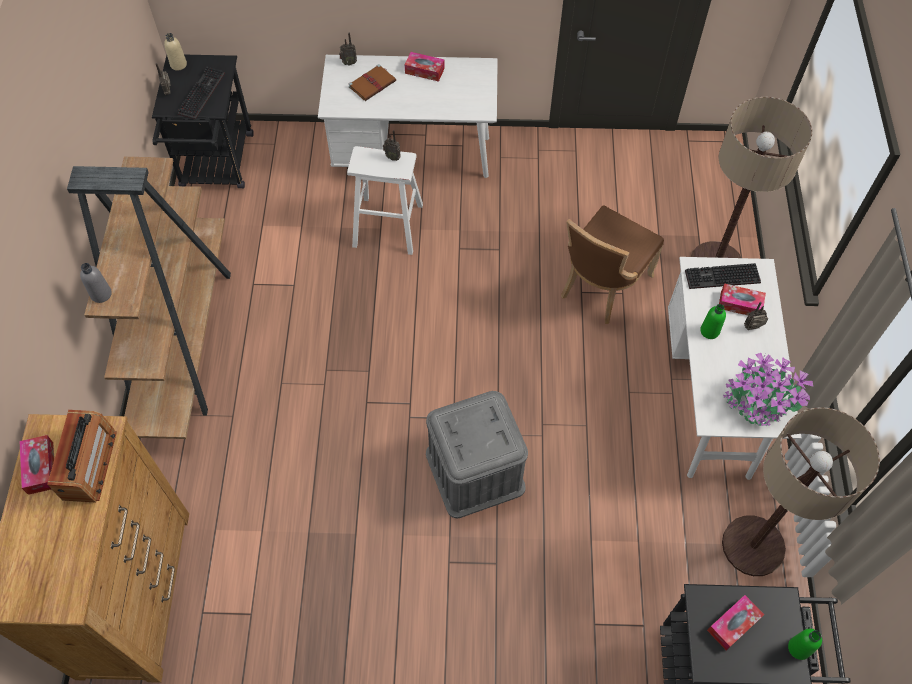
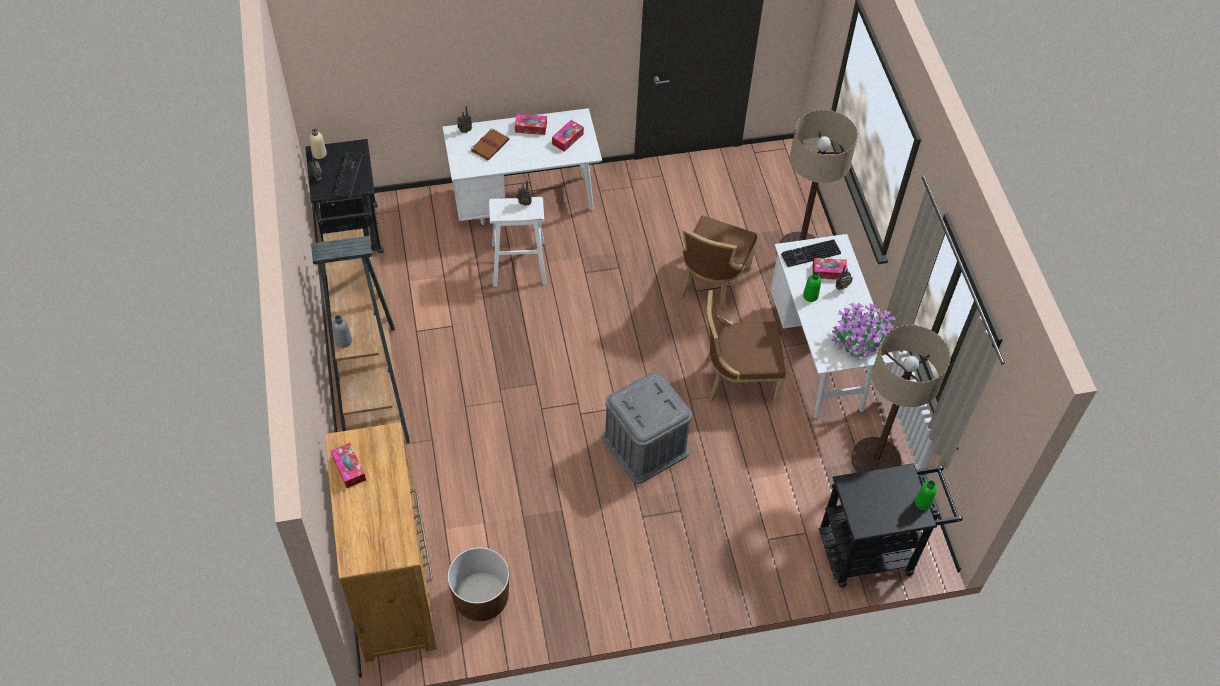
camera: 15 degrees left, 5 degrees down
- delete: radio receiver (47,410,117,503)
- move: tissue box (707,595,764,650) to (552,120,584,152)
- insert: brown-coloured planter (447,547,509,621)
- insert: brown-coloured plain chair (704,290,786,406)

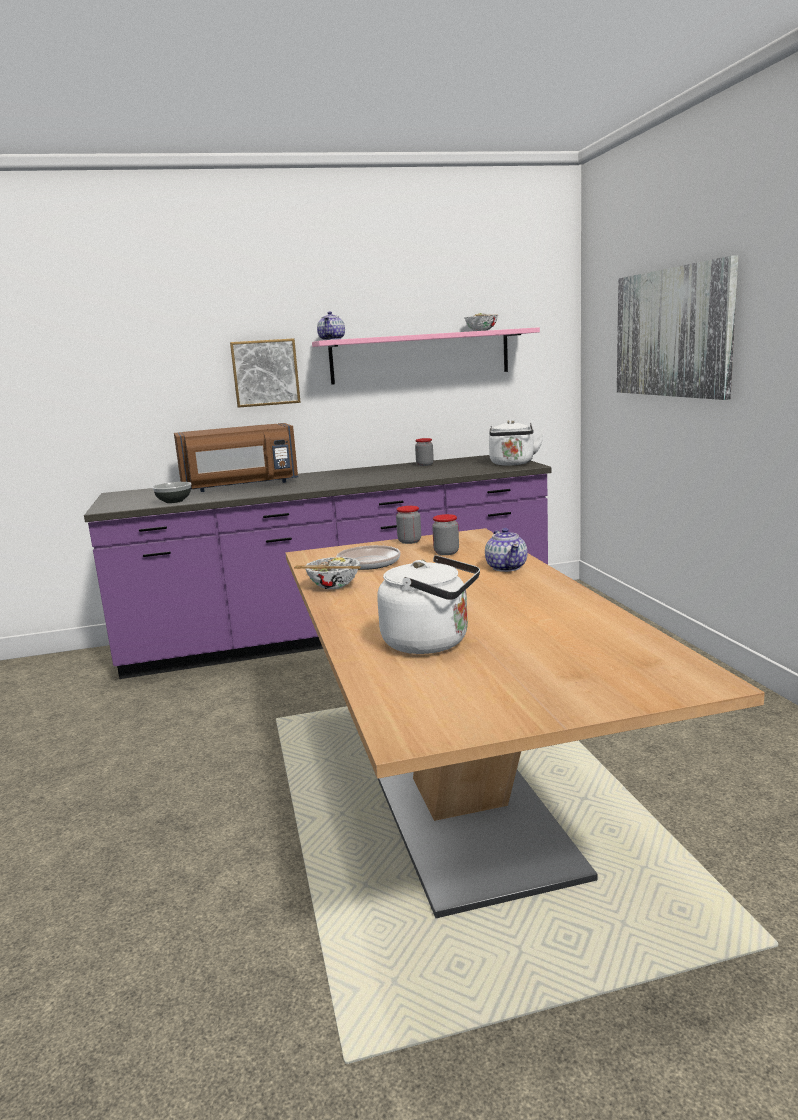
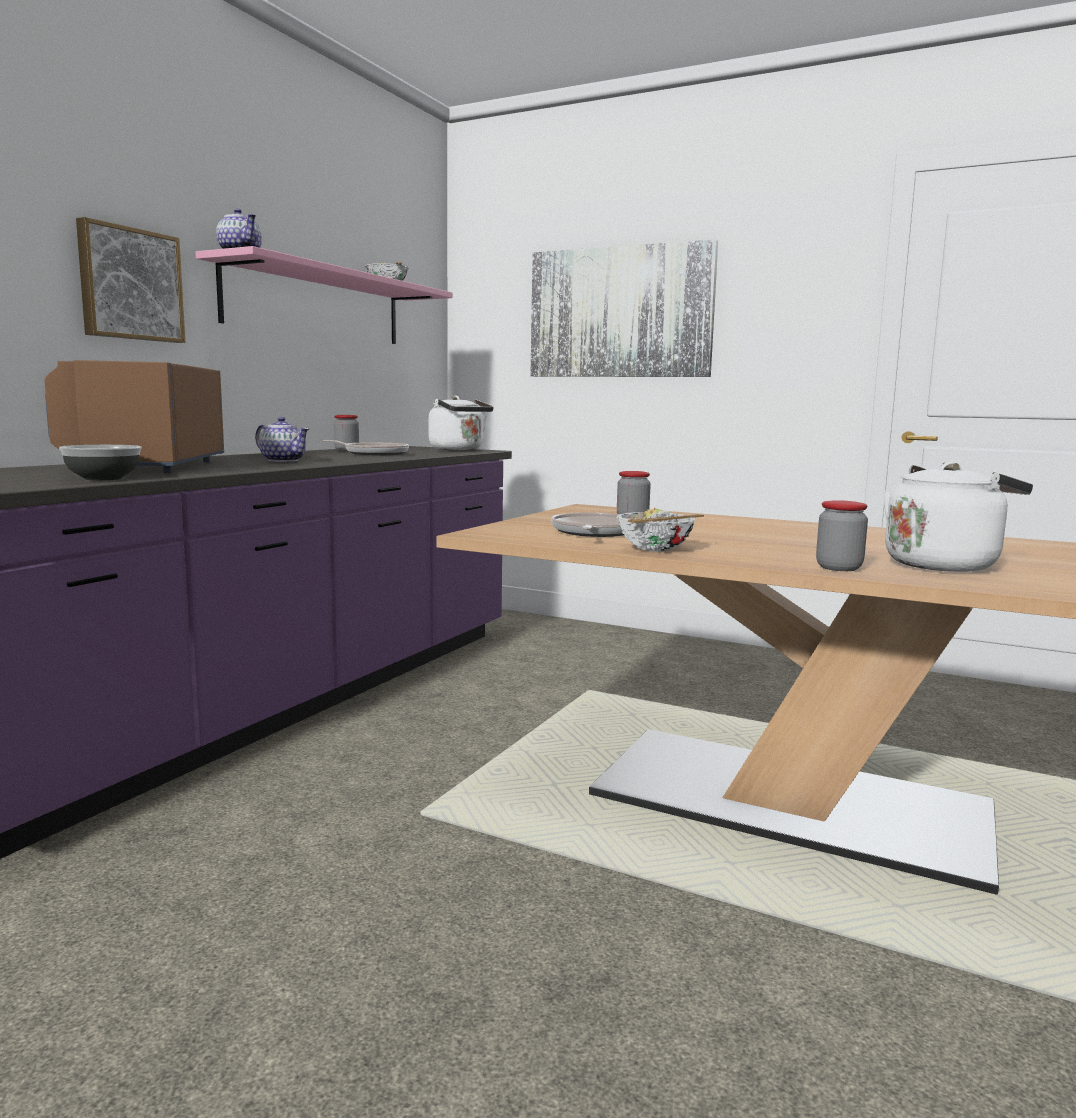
camera: 50 degrees left, 5 degrees down
- rotate: brown-coloured kitchen microwave (174,423,298,492) = (45,360,224,473) 150 degrees clockwise
- move: preserve jar (396,506,421,544) to (816,500,868,571)
- move: teapot (485,528,527,572) to (255,417,309,462)
- insert: frying pan (322,440,409,455)

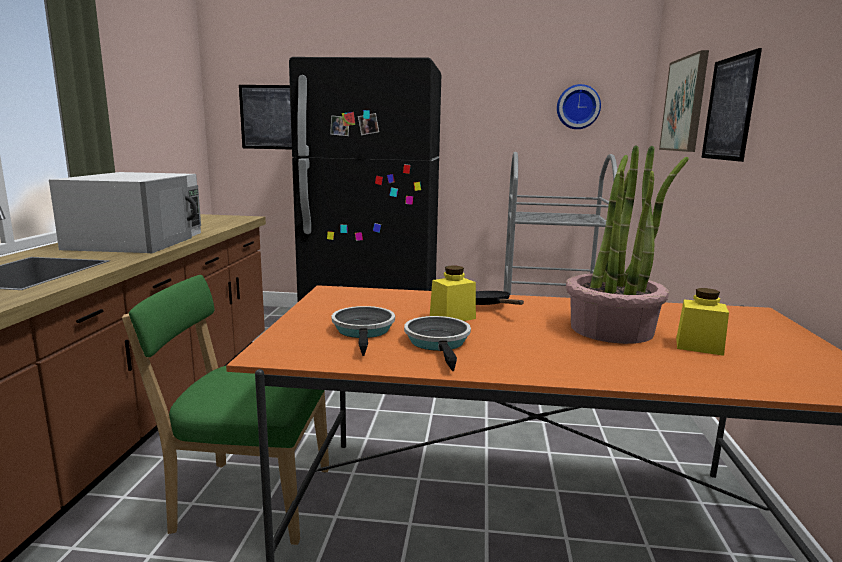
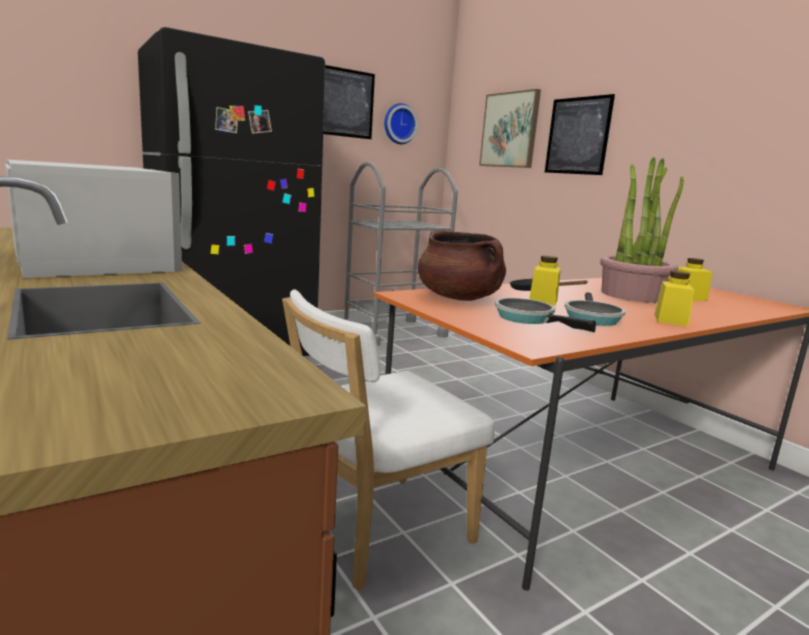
camera: 40 degrees left, 0 degrees up
- recolor: green plain chair (122,275,329,545) to whitish plain chair (282,289,495,591)
- move: wall art (239,85,292,150) to (323,65,375,139)
- rotate: frying pan (404,316,471,371) = (564,292,625,326) 120 degrees counterclockwise
- insert: brown-coloured cooking pot (418,230,506,301)
- insert: yellow-coloured preserve jar (655,271,694,326)

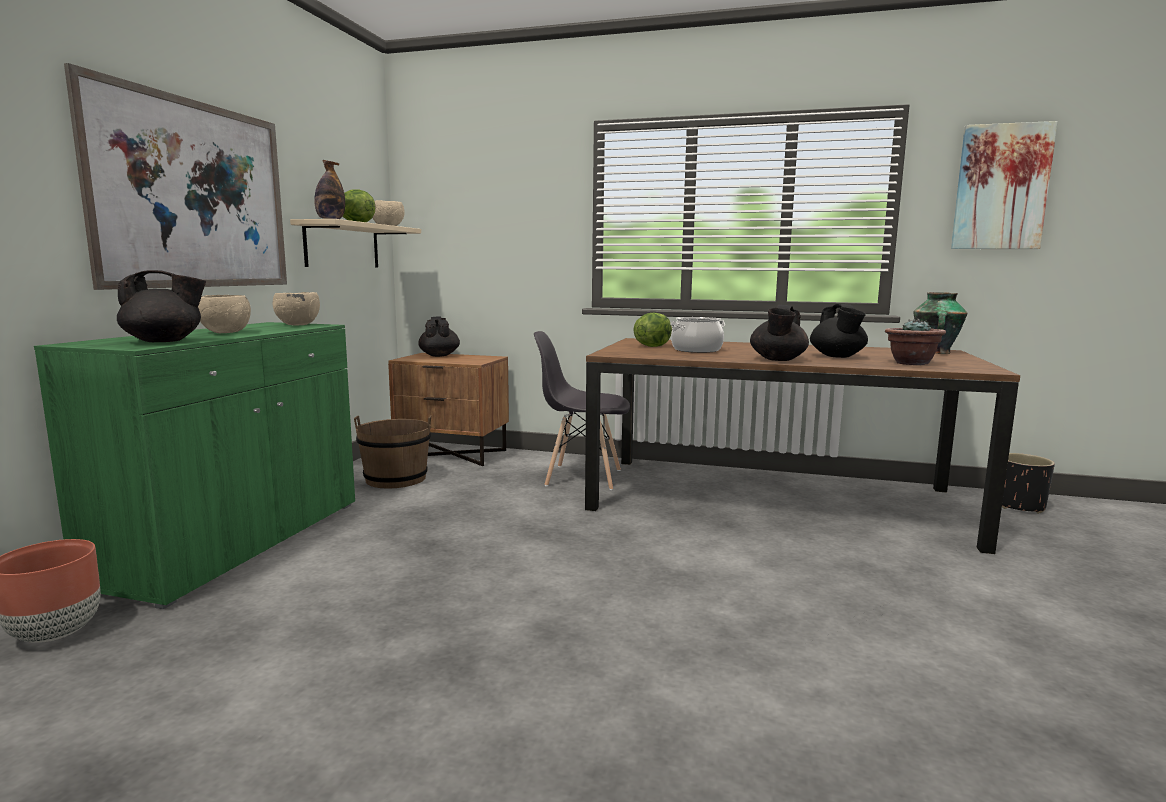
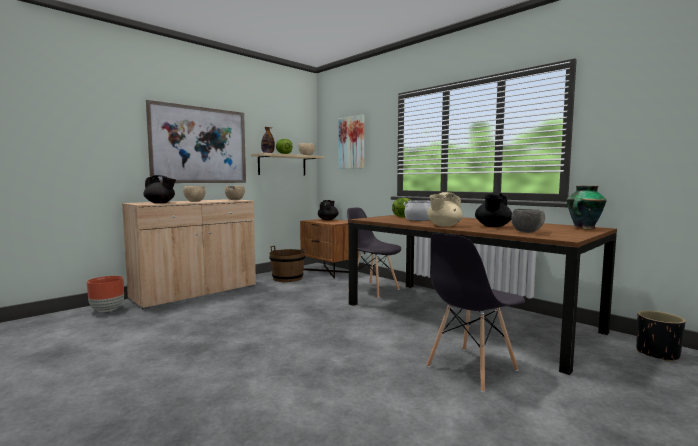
camera: 30 degrees right, 5 degrees down
- recolor: green storage cabinet (34,322,355,609) to beige storage cabinet (122,199,256,310)
- recolor: blackish teapot (750,305,809,361) to beige teapot (427,192,463,227)
- replace: potted plant (885,319,946,365) to grey serving bowl (511,209,545,233)
- move: wall art (951,121,1058,249) to (338,115,364,169)
- insert: grey plain chair (427,233,525,392)

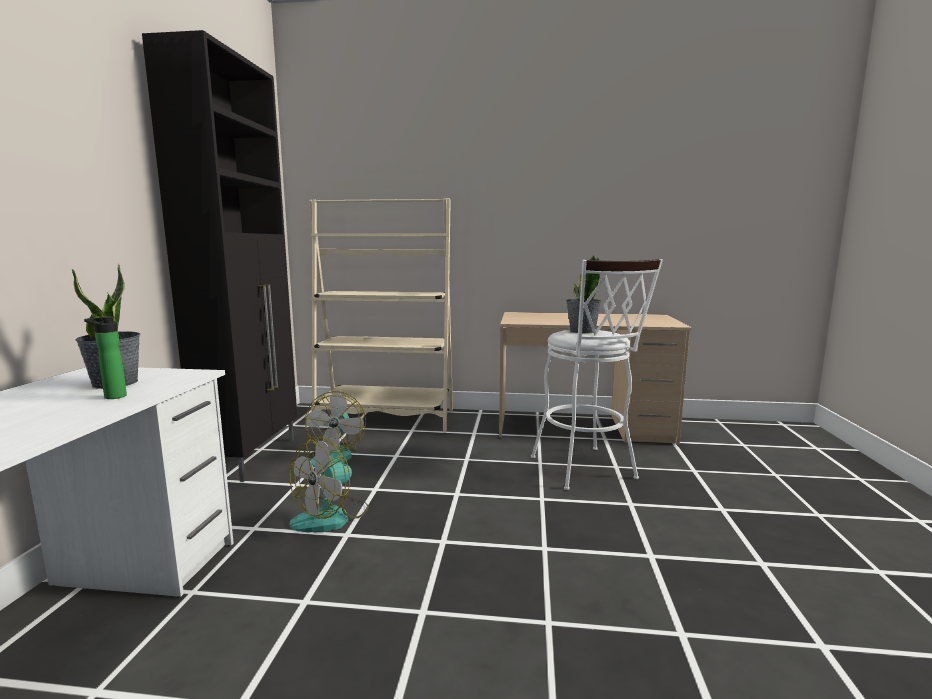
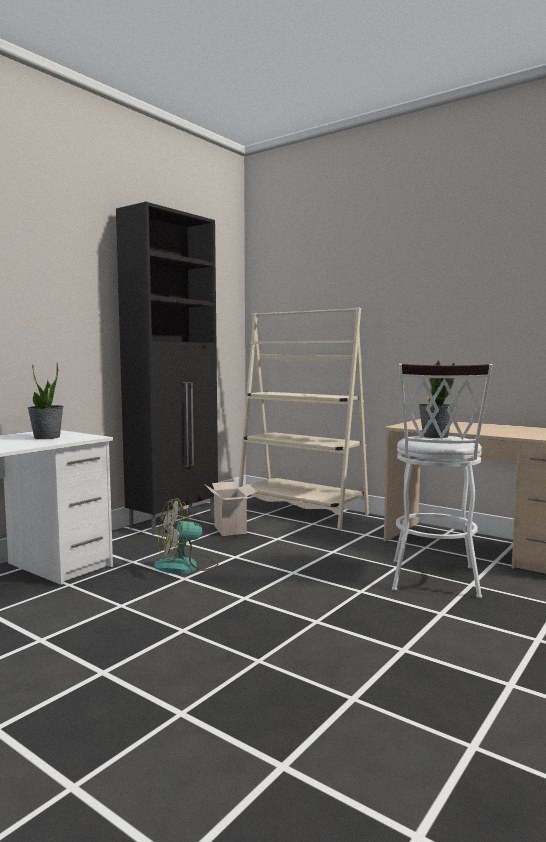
camera: 30 degrees right, 5 degrees down
- delete: bottle (84,316,127,399)
- replace: fan (304,391,366,467) to cardboard box (204,482,258,536)

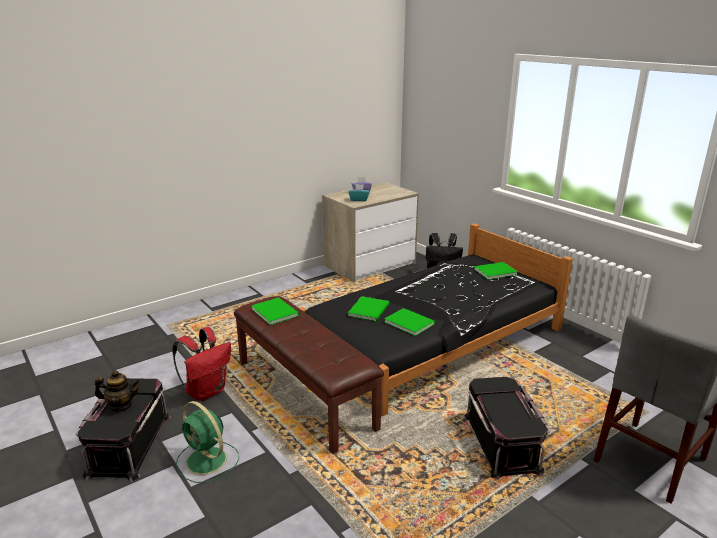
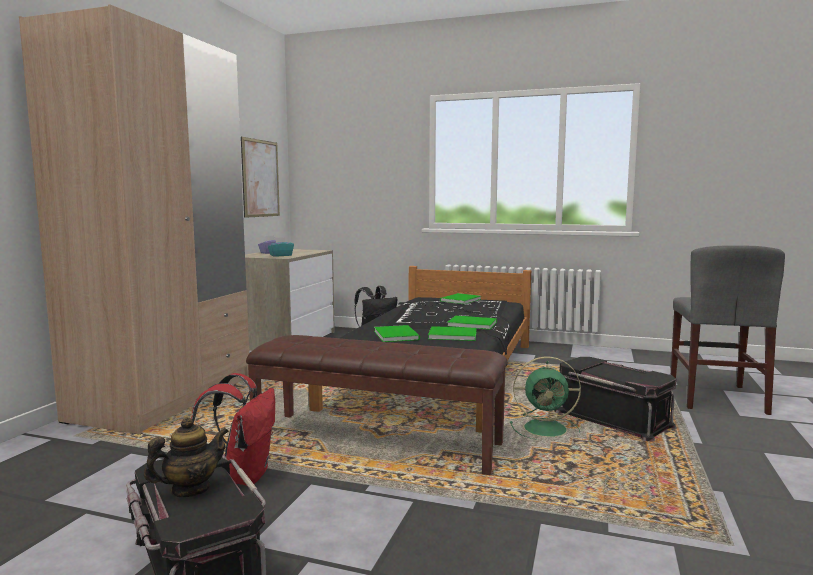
camera: 35 degrees left, 15 degrees down
- move: green fan (176,401,239,483) to (510,357,581,440)
- move: green bound book (252,298,299,325) to (447,316,497,330)
- insert: beige armoire (19,4,249,435)
- insert: wall art (241,137,280,218)

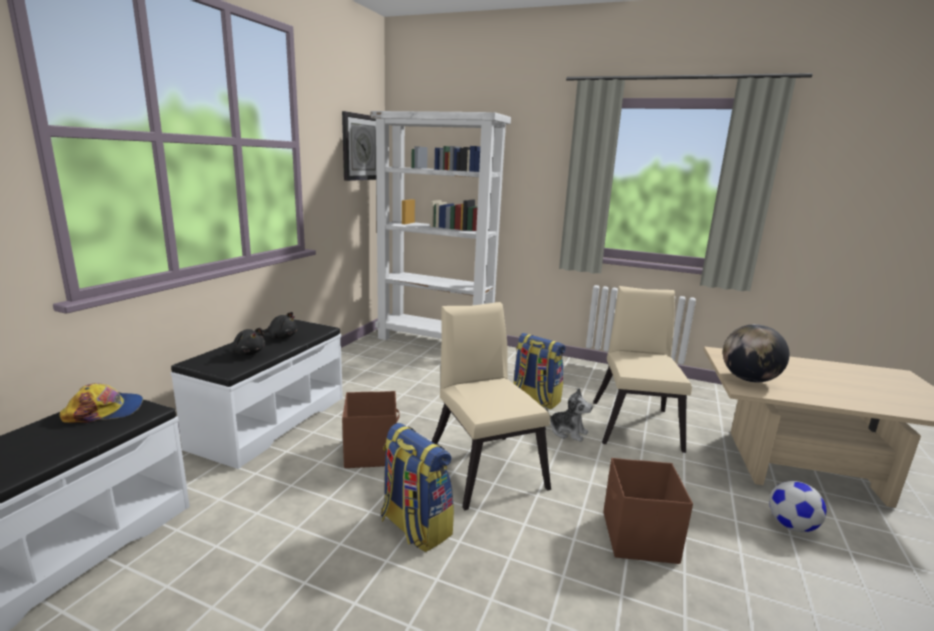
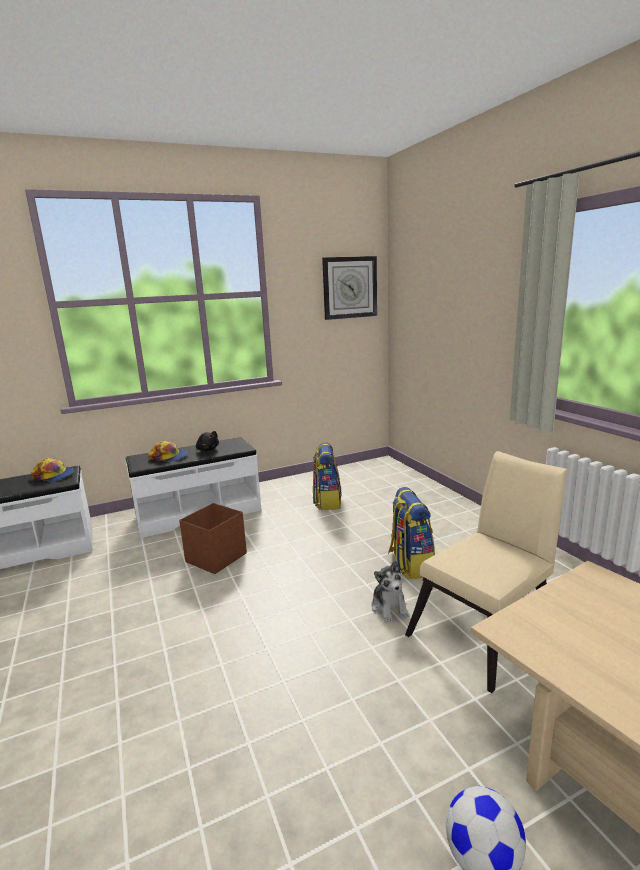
camera: 45 degrees right, 0 degrees up
- replace: blackish soft toy (231,328,265,355) to peaked cap (148,441,188,462)
- delete: whitish shelving unit (370,111,511,340)
- move: backpack (381,423,454,552) to (313,442,342,510)
- delete: beige plain chair (432,302,551,510)
- delete: brown-coloured storage box (603,458,693,564)
- delete: world globe (723,324,789,383)

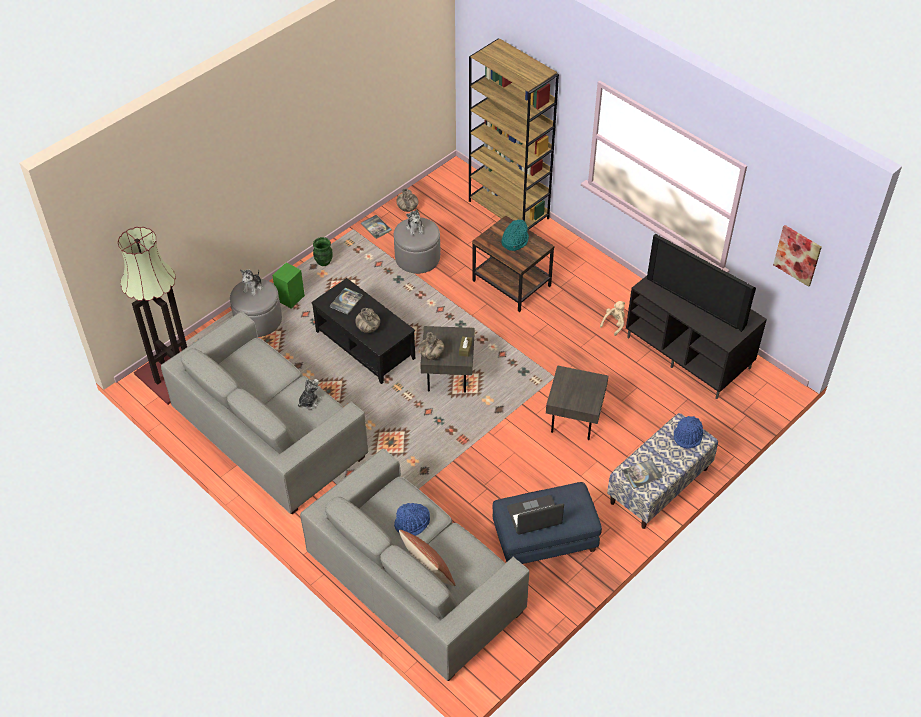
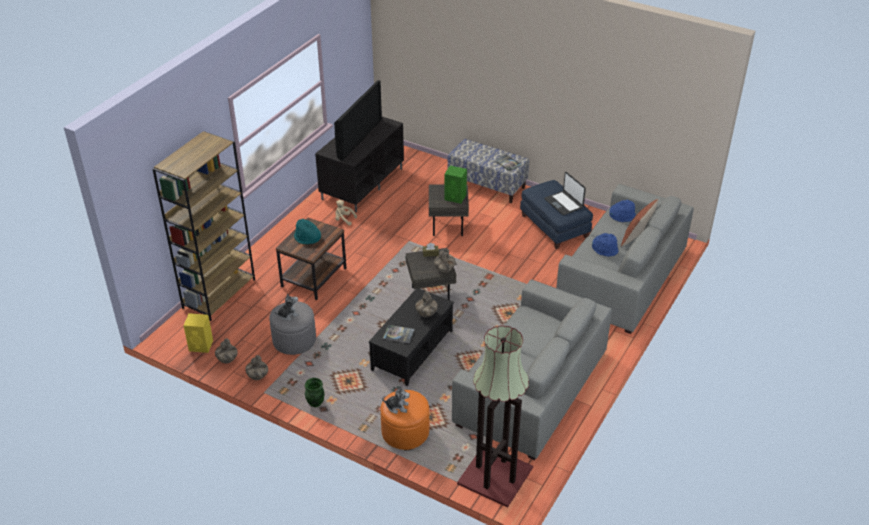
camera: 105 degrees left, 10 degrees down
- recolor: grey pouffe (230,279,282,337) to orangey pouffe (380,390,429,450)
- move: green speaker (272,262,305,308) to (444,165,467,204)
- delete: soft toy (298,379,322,409)
- replace: bound book (361,215,392,239) to vase (245,355,268,380)
- move: blue hat (674,416,703,448) to (609,200,636,222)
- delete: wall art (773,225,822,287)
- insert: yellow-coloured speaker (183,313,213,353)

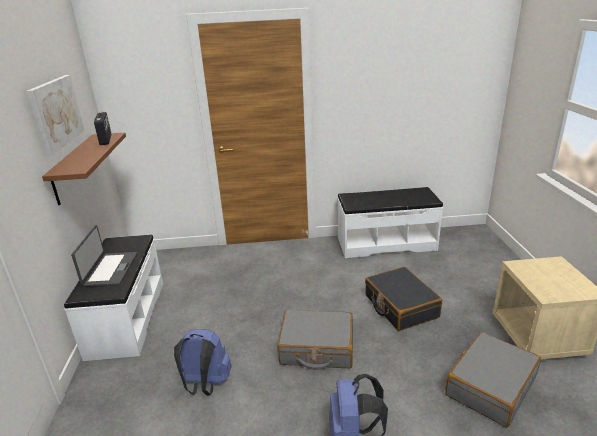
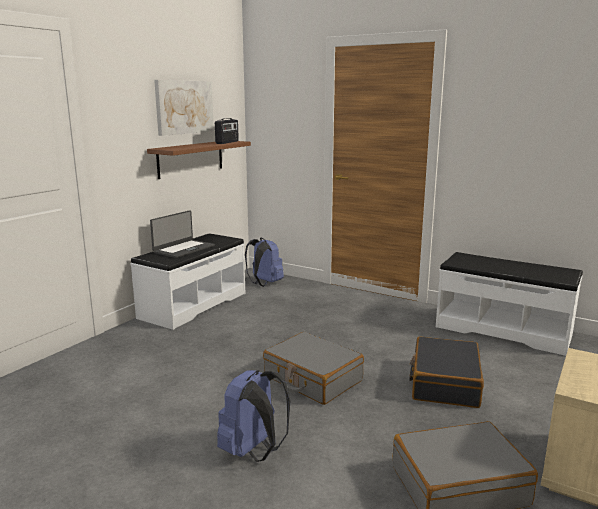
camera: 35 degrees right, 10 degrees down
- move: blue backpack (174,329,231,396) to (245,237,284,287)

